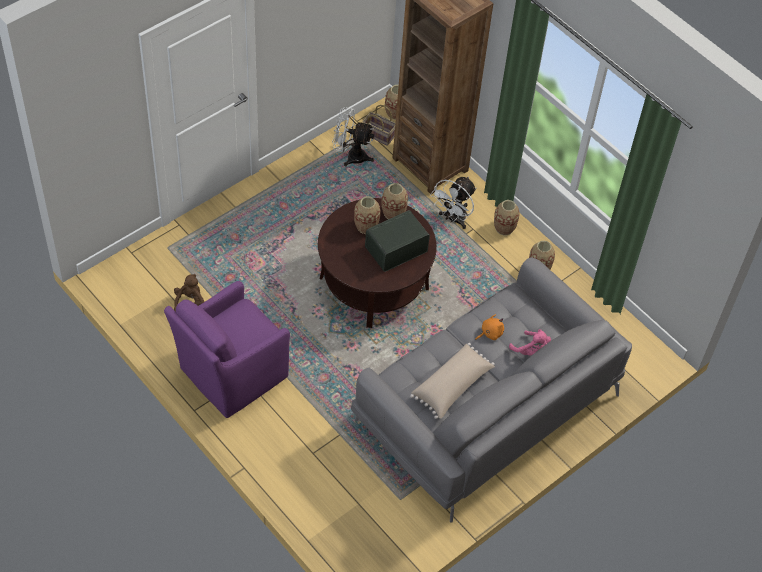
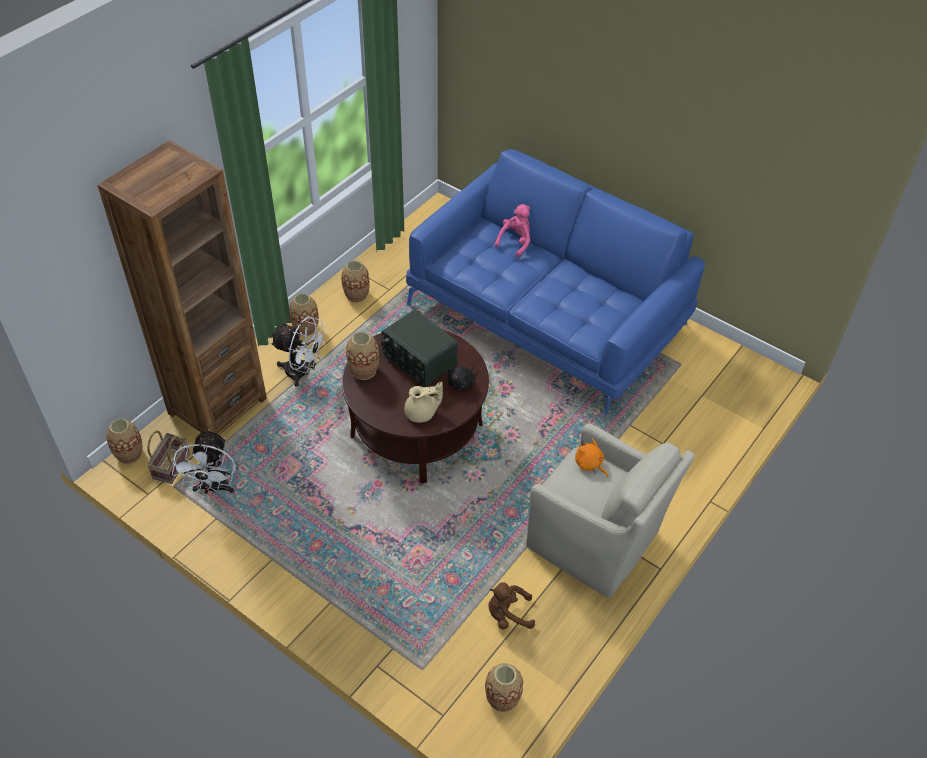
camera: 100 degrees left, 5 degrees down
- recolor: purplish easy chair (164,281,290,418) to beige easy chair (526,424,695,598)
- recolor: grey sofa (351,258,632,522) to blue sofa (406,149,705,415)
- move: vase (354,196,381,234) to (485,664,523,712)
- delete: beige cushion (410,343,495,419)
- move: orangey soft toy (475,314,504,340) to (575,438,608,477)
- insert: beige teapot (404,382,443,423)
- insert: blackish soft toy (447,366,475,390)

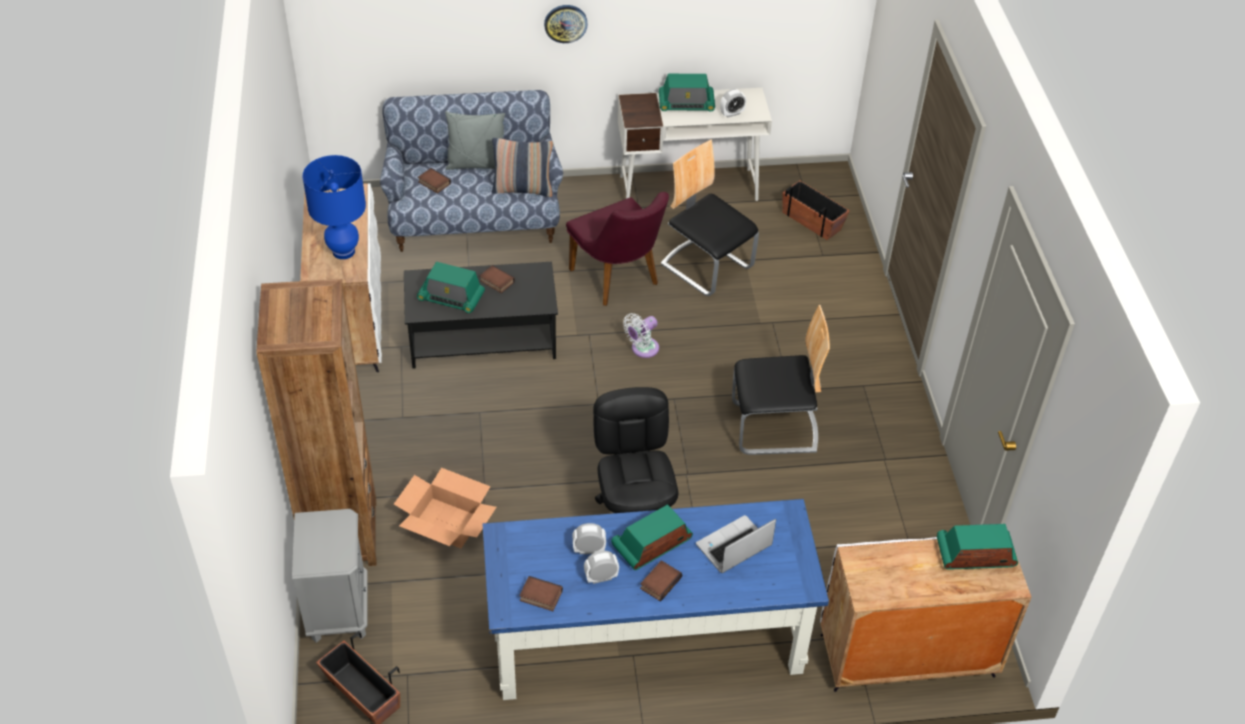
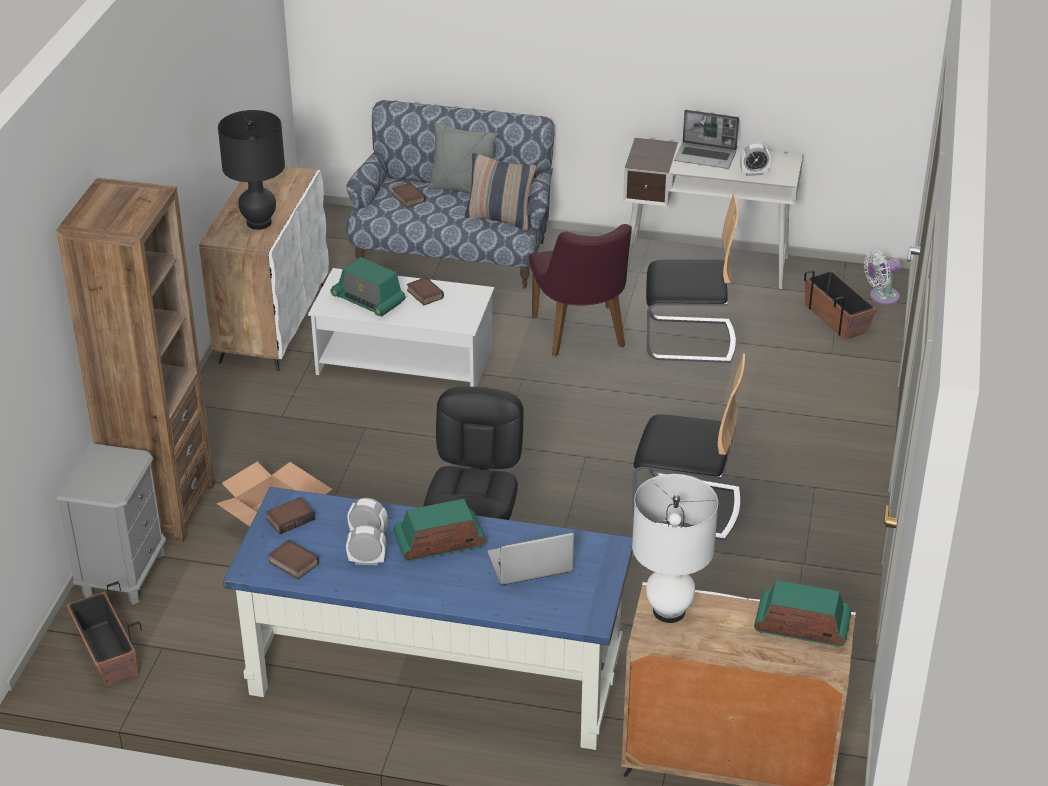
camera: 20 degrees right, 10 degrees down
- recolor: blue tabletop lamp (303,155,366,259) to blackish tabletop lamp (218,110,285,230)
- recolor: blackish lounge table (404,262,558,369) to whitish lounge table (308,268,494,387)
- delete: clock on the wall (544,5,588,43)
- move: whitish fan (623,313,659,358) to (864,250,901,305)
- move: bound book (640,560,682,602) to (266,497,315,534)
- replace: radio receiver (659,74,715,112) to notebook computer (674,110,739,169)
- rotate: plain chair (661,140,759,296) = (646,193,739,363) 120 degrees clockwise
- insert: whitish tabletop lamp (632,474,718,623)

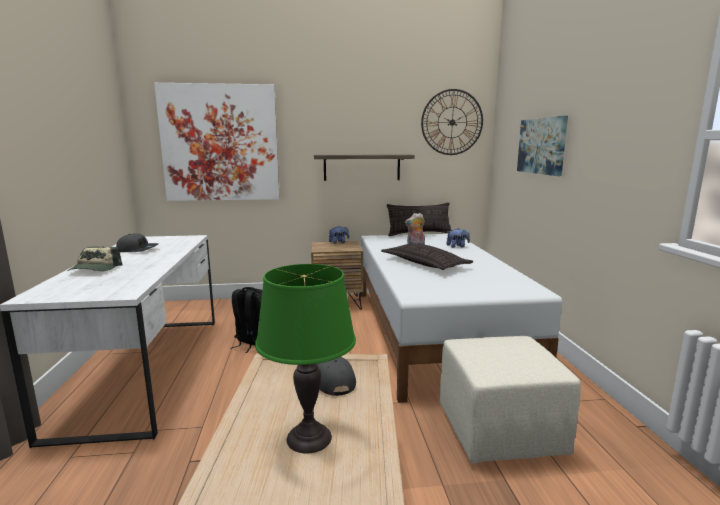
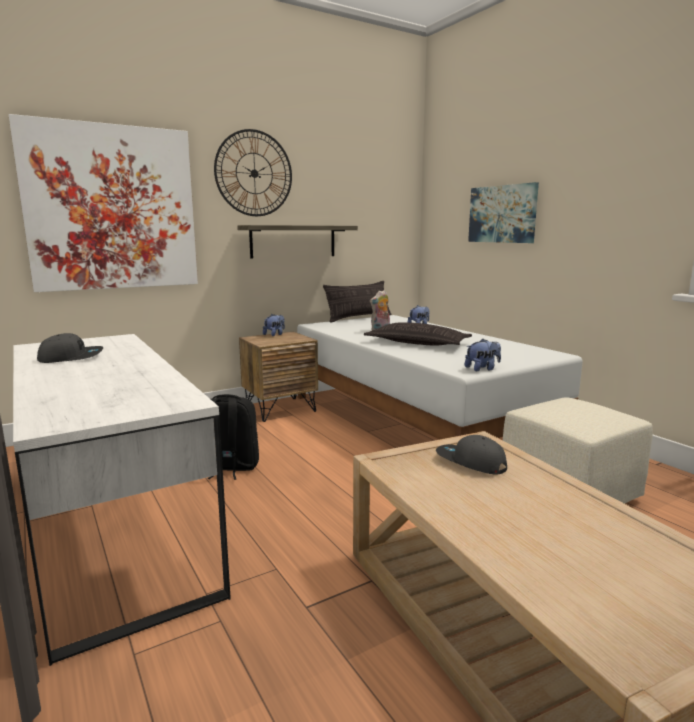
camera: 25 degrees left, 0 degrees up
- delete: peaked cap (67,246,123,271)
- delete: green tabletop lamp (255,264,356,454)
- move: clock on the wall (421,89,483,155) to (214,129,292,216)
- insert: soft toy (465,339,501,371)

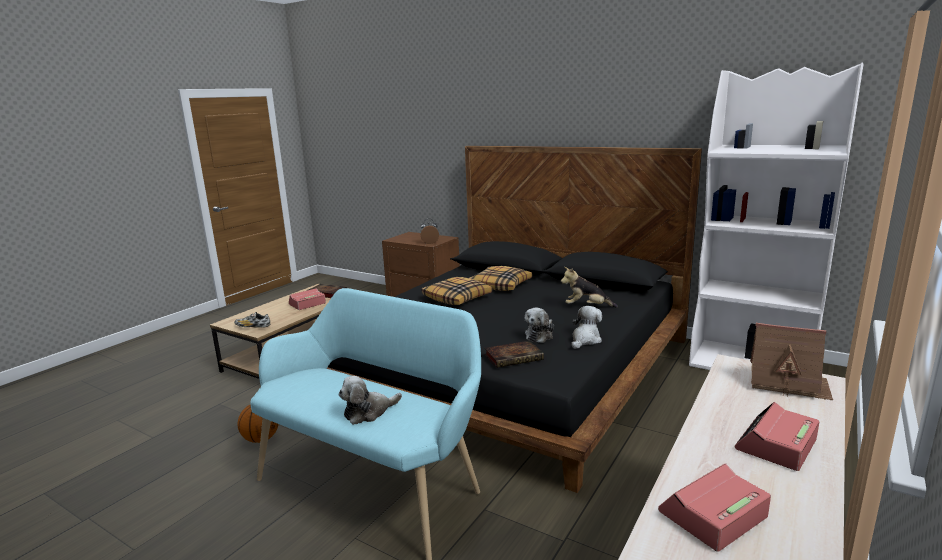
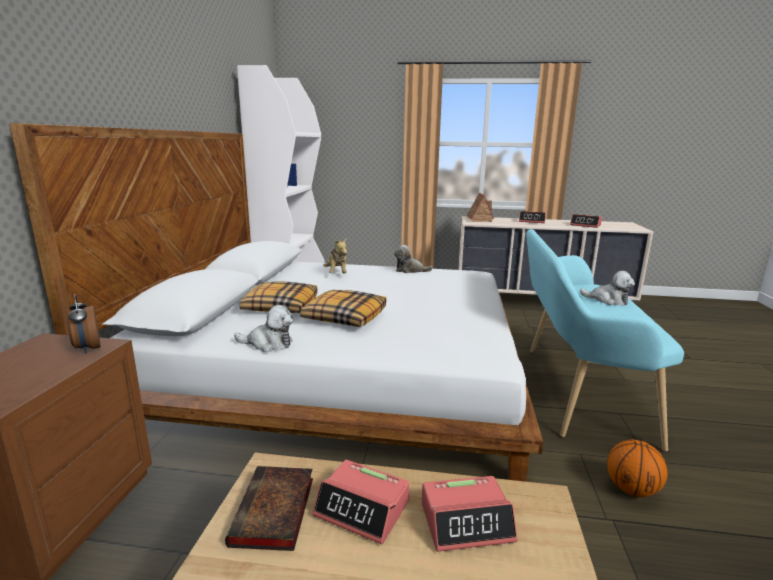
camera: 115 degrees left, 0 degrees up
- delete: low shoe (234,312,270,328)
- recolor: blackish bed (327,146,702,493) to whitish bed (9,123,543,482)
- delete: bound book (485,341,544,368)
- move: soft toy (525,307,554,343) to (234,305,293,352)
- insert: table clock (422,476,518,552)

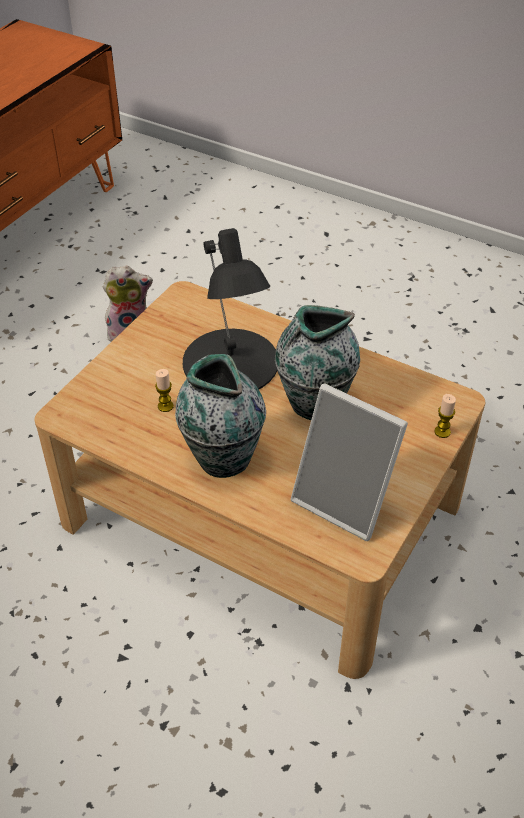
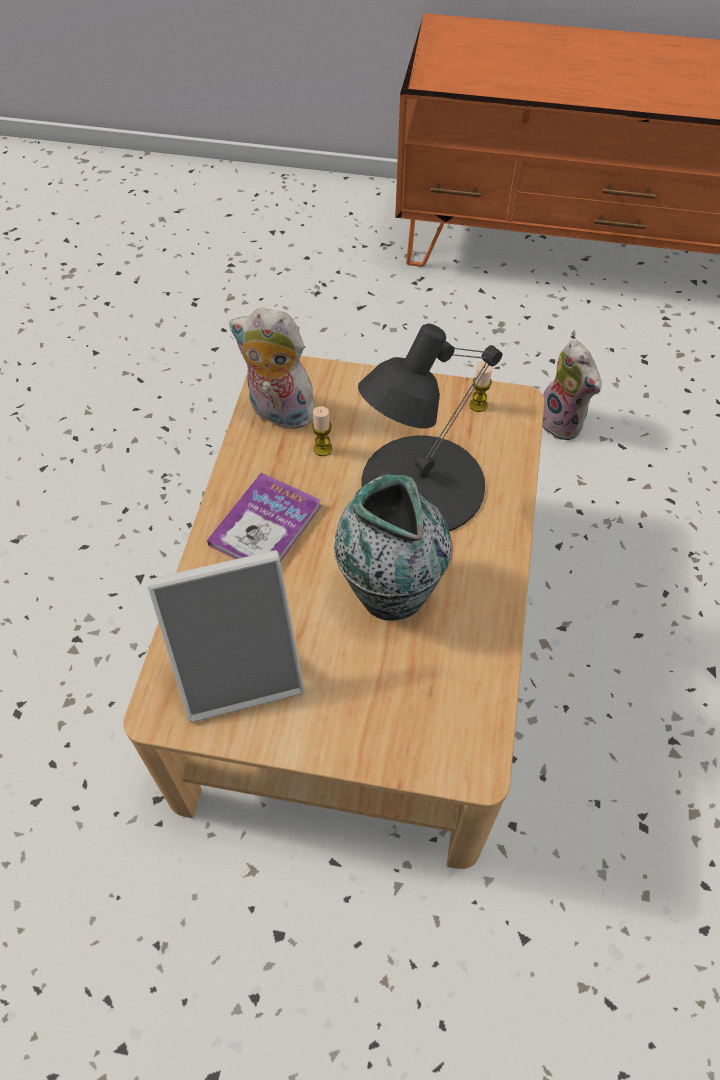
camera: 70 degrees right, 10 degrees up
- replace: vase (175,354,266,478) to bound book (207,473,321,562)
- rotate: picture frame (291,383,408,541) = (147,550,304,722) 120 degrees counterclockwise
- move: wax light (434,394,456,438) to (469,361,492,412)
- insert: soft toy (229,307,315,432)

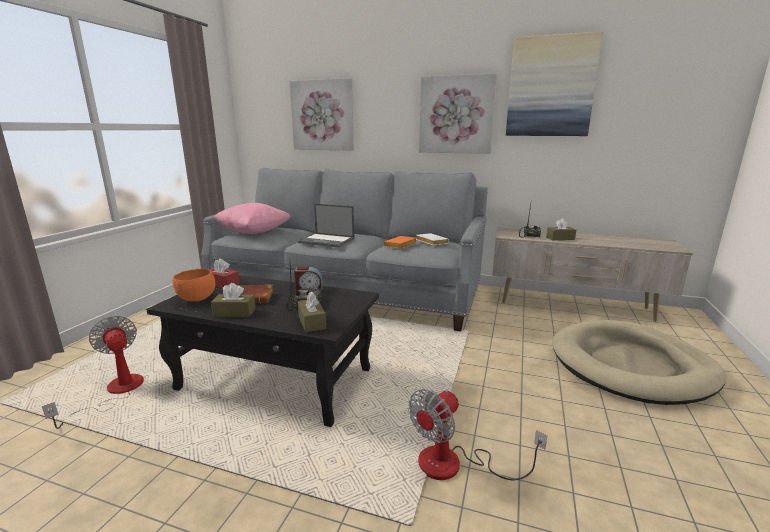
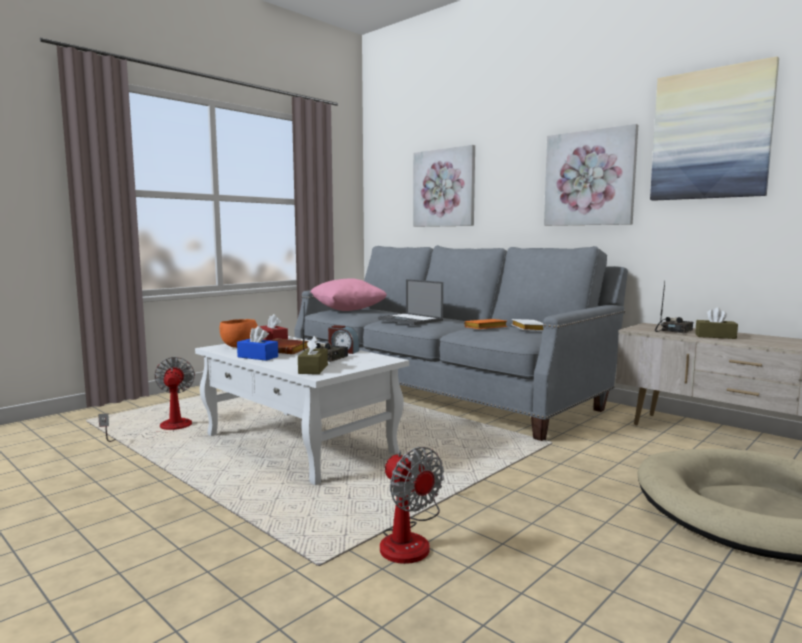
camera: 25 degrees right, 10 degrees down
- recolor: blackish lounge table (146,275,379,427) to whitish lounge table (195,336,409,485)
- recolor: brown-coloured tissue box (211,283,256,317) to blue tissue box (237,326,278,361)
- rotate: fan (408,389,547,480) = (380,447,444,564) 105 degrees counterclockwise

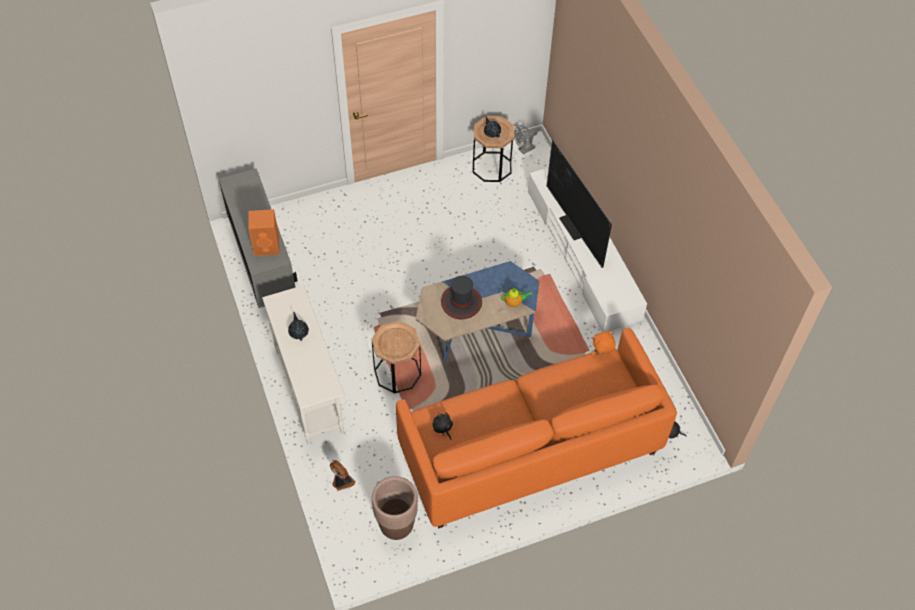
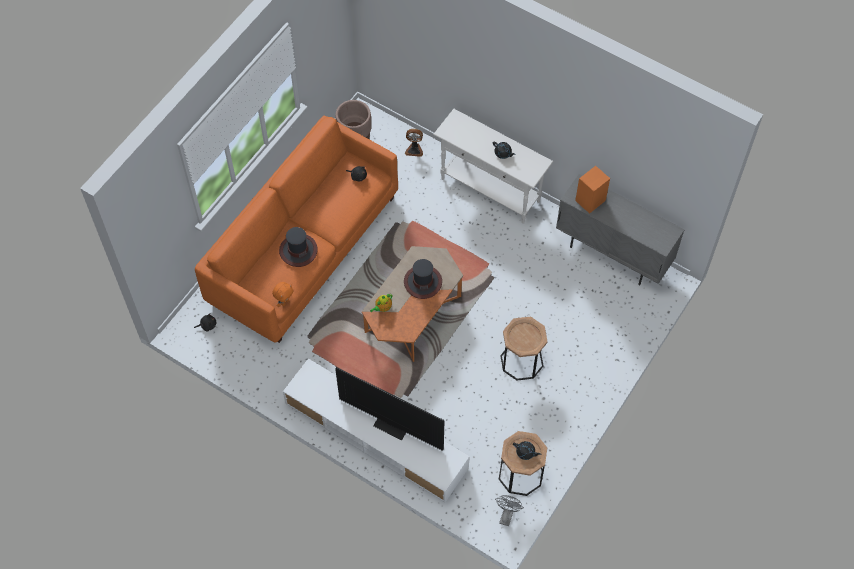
camera: 145 degrees right, 5 degrees up
- move: brown-coloured end table (372,321,421,394) to (501,317,548,380)
- recolor: blue lounge table (416,261,539,365) to orangey lounge table (362,246,463,362)
- insert: hat (279,227,318,267)

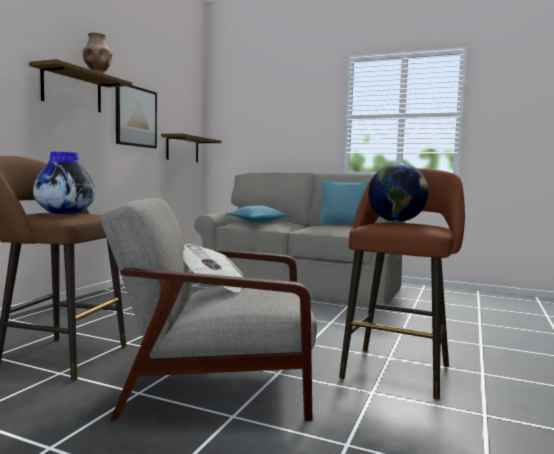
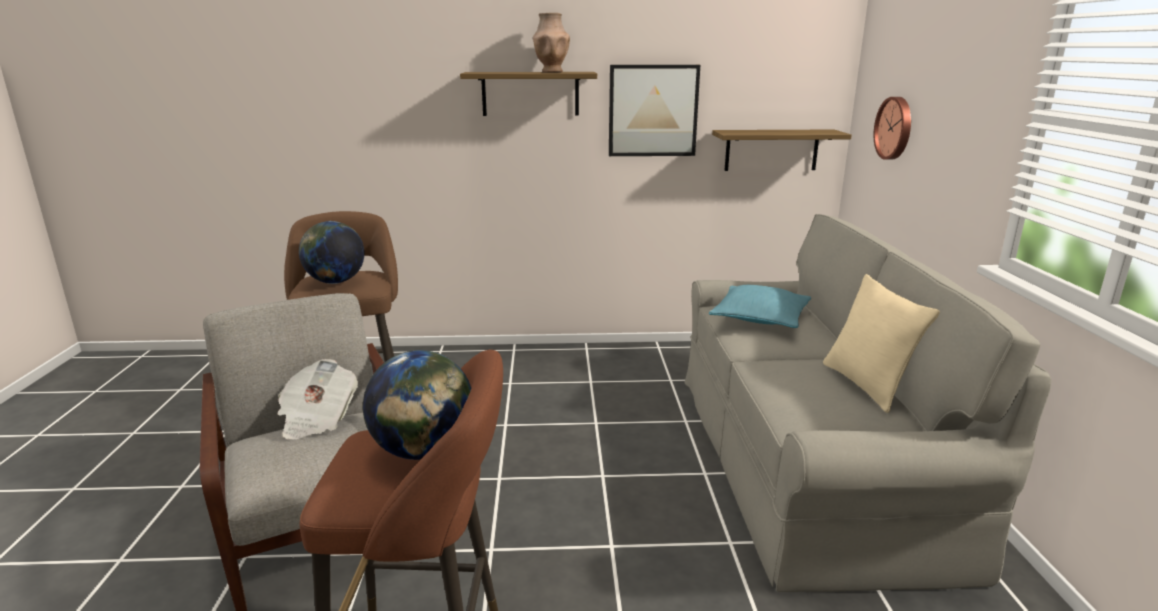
camera: 65 degrees right, 15 degrees up
- replace: vase (33,152,96,214) to world globe (299,221,365,284)
- recolor: blue-green cushion (318,180,369,225) to beige cushion (823,274,940,413)
- insert: clock on the wall (874,97,911,160)

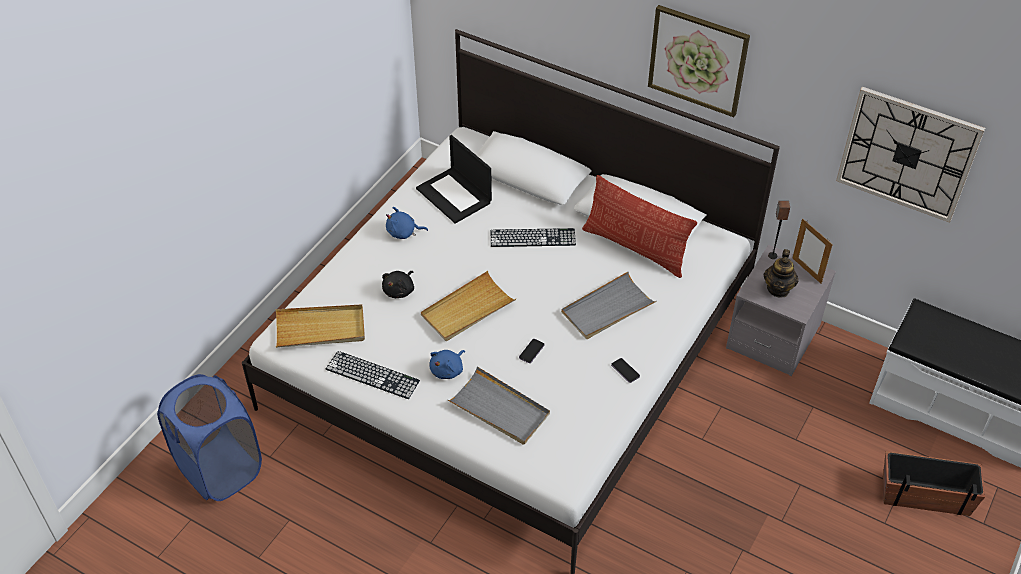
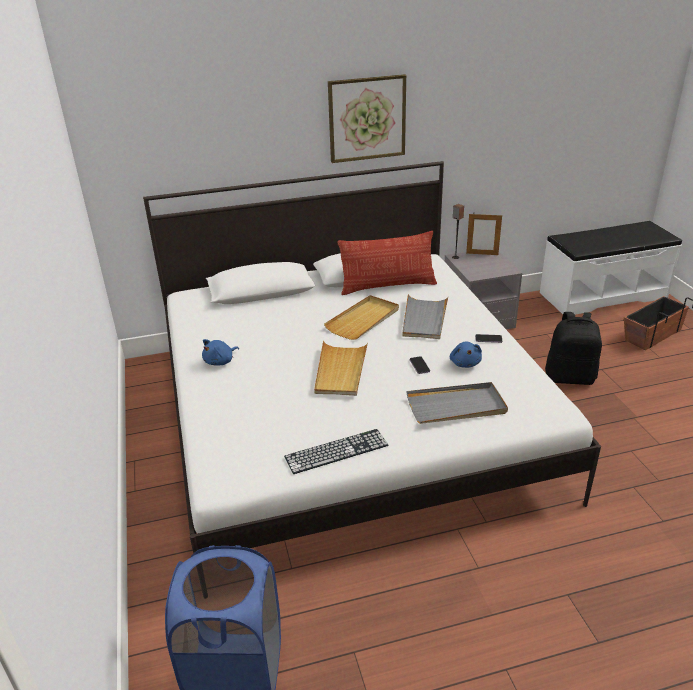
camera: 45 degrees left, 15 degrees down
- move: beige serving tray (276,305,365,347) to (324,295,399,340)
- delete: blackish soft toy (382,271,414,298)
- delete: notebook computer (416,135,492,224)
- move: blue soft toy (429,350,465,379) to (450,341,482,368)
- delete: keyboard (491,228,576,247)
- delete: teapot (764,249,798,298)
- delete: clock on the wall (836,87,985,223)
- insert: blackish backpack (545,312,602,385)

